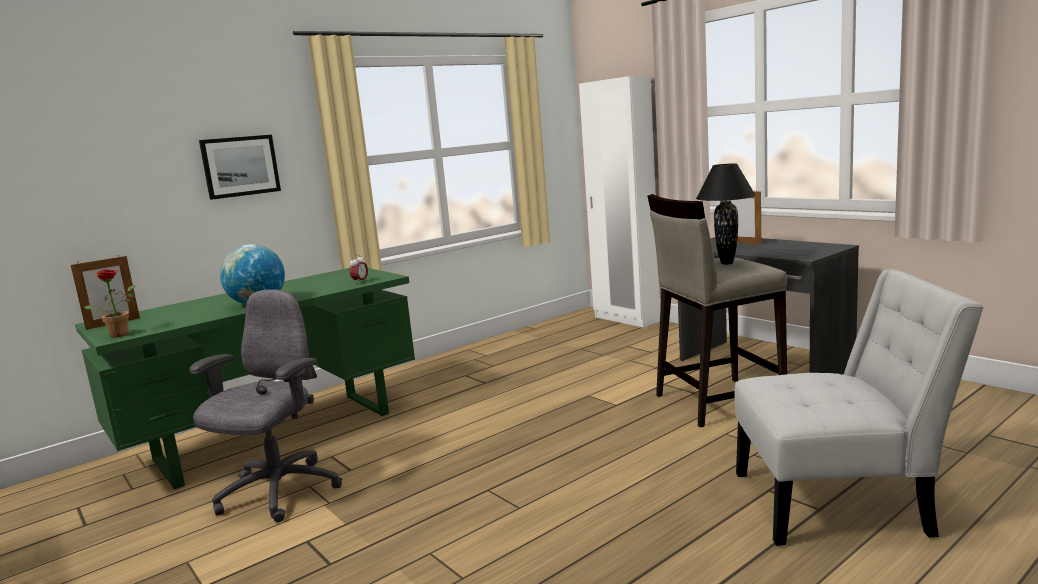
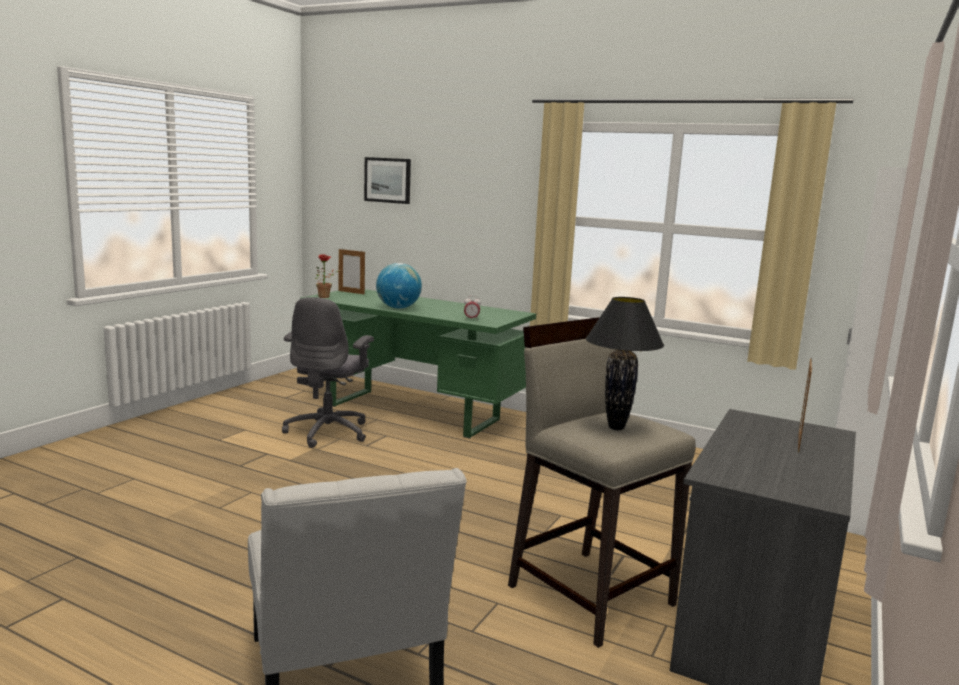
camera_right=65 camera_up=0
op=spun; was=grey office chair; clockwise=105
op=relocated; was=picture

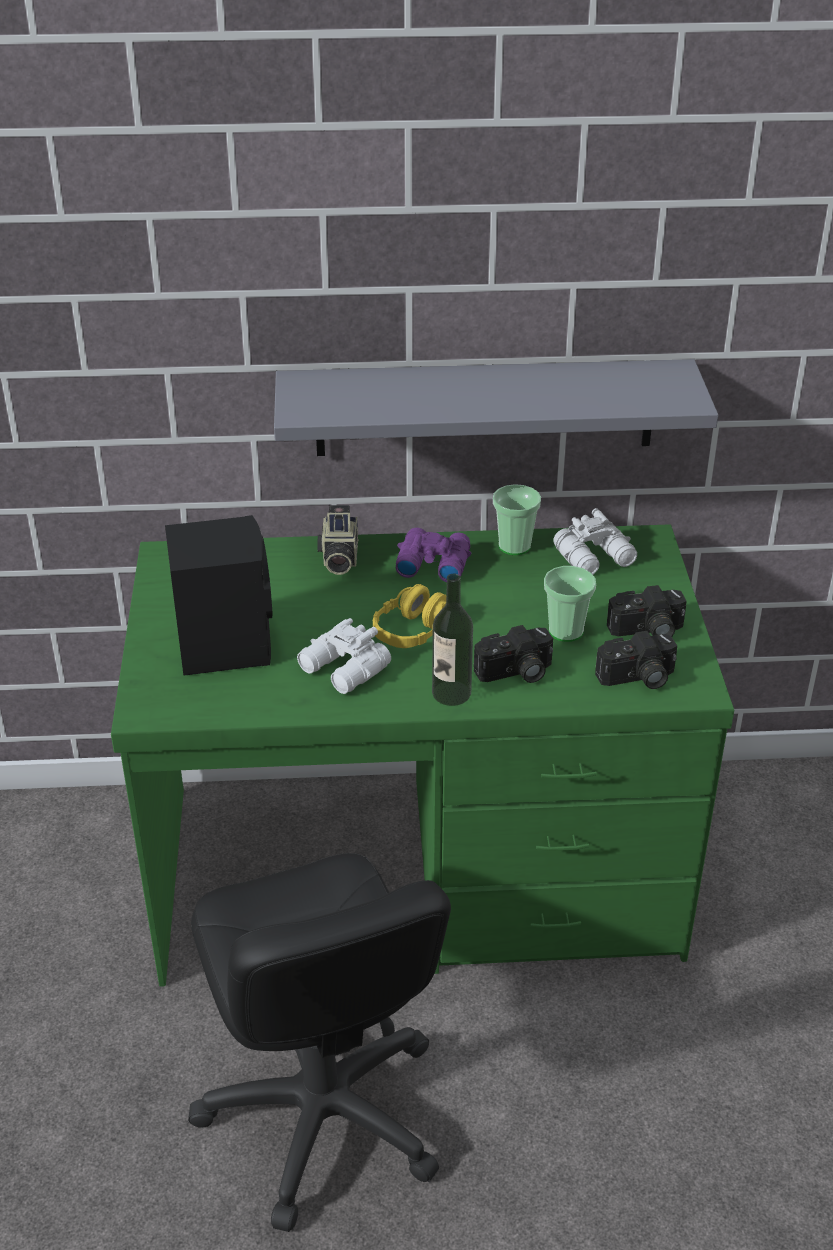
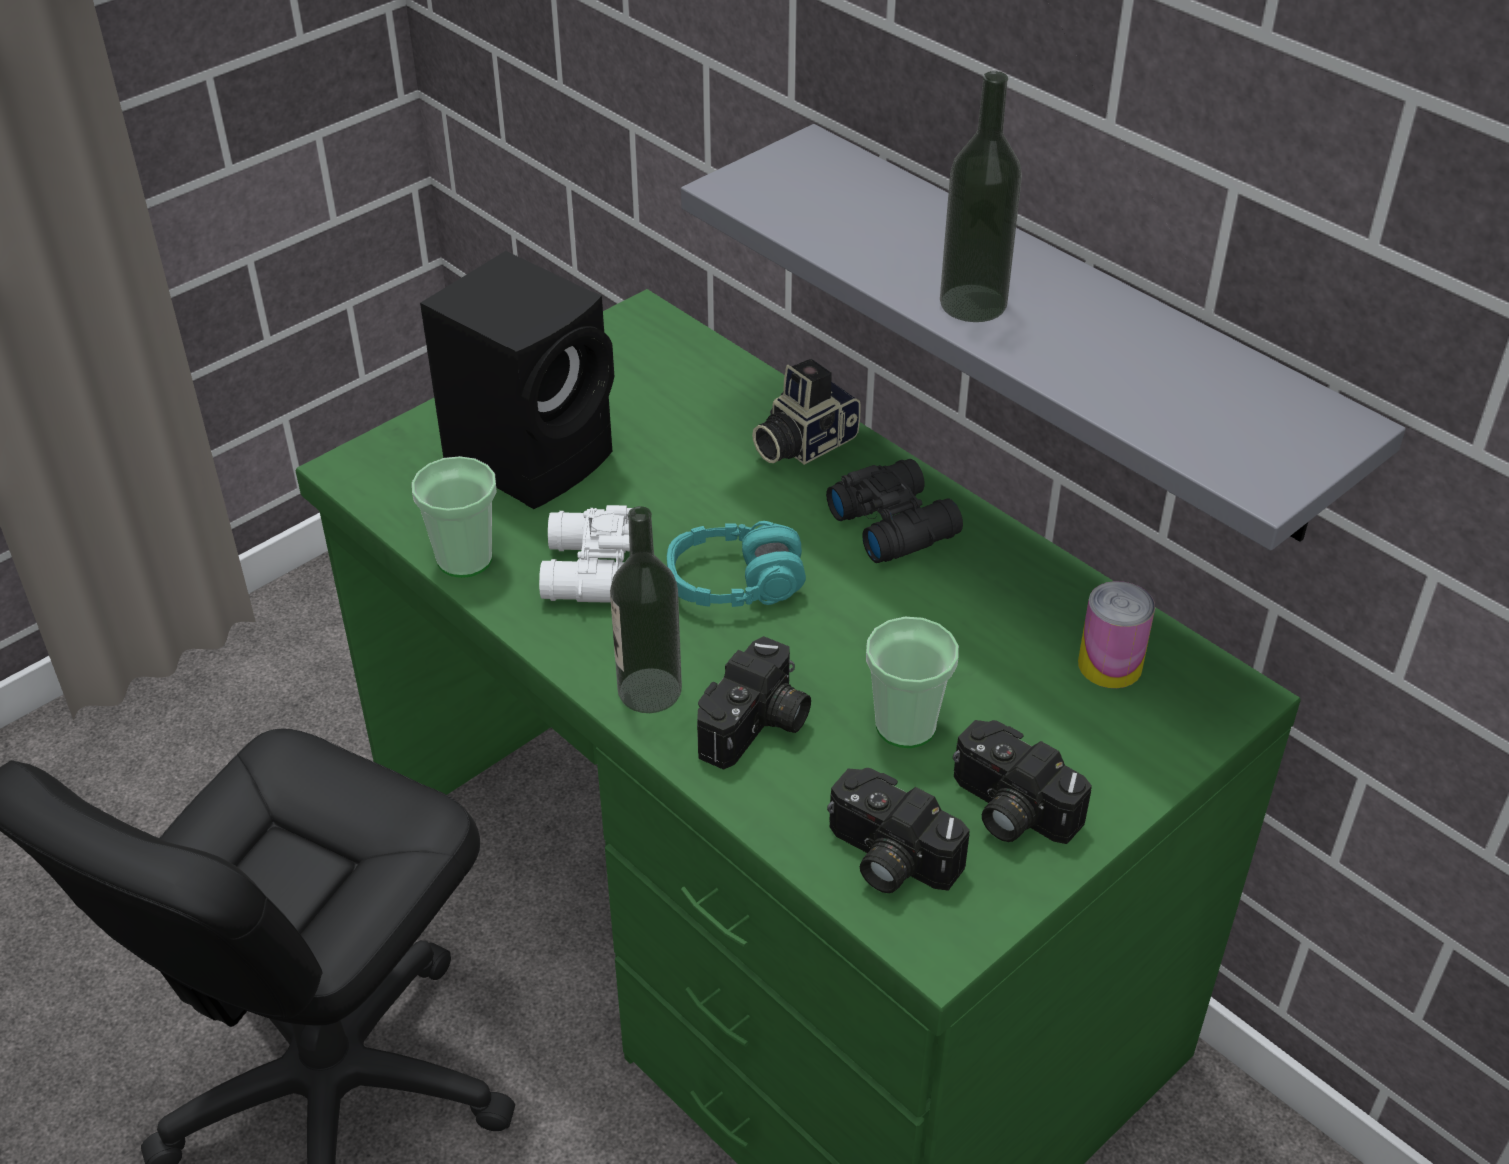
camera_right=50 camera_up=5
op=relocated; was=cup (no. 1 from left)
op=colour; was=yellow headphones; now=turquoise headphones
op=spun; was=photo camera (no. 2 from left in the first image); clockwise=-90
op=colour; was=purple binoculars; now=black binoculars
op=appeared; now=bottle (no. 2 from left)
op=exchanged; was=white binoculars (no. 2 from left); now=can

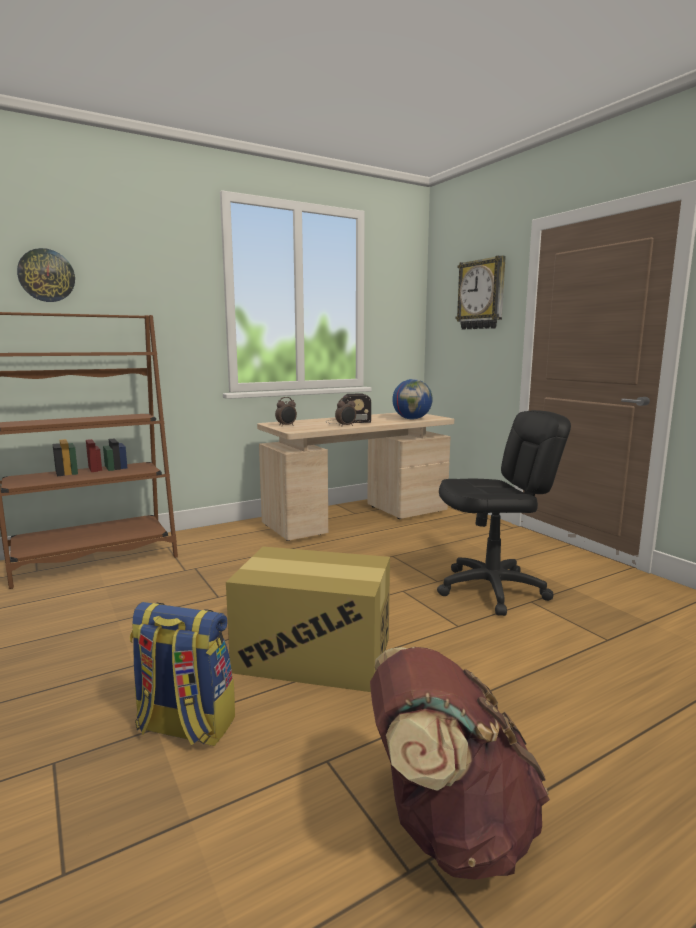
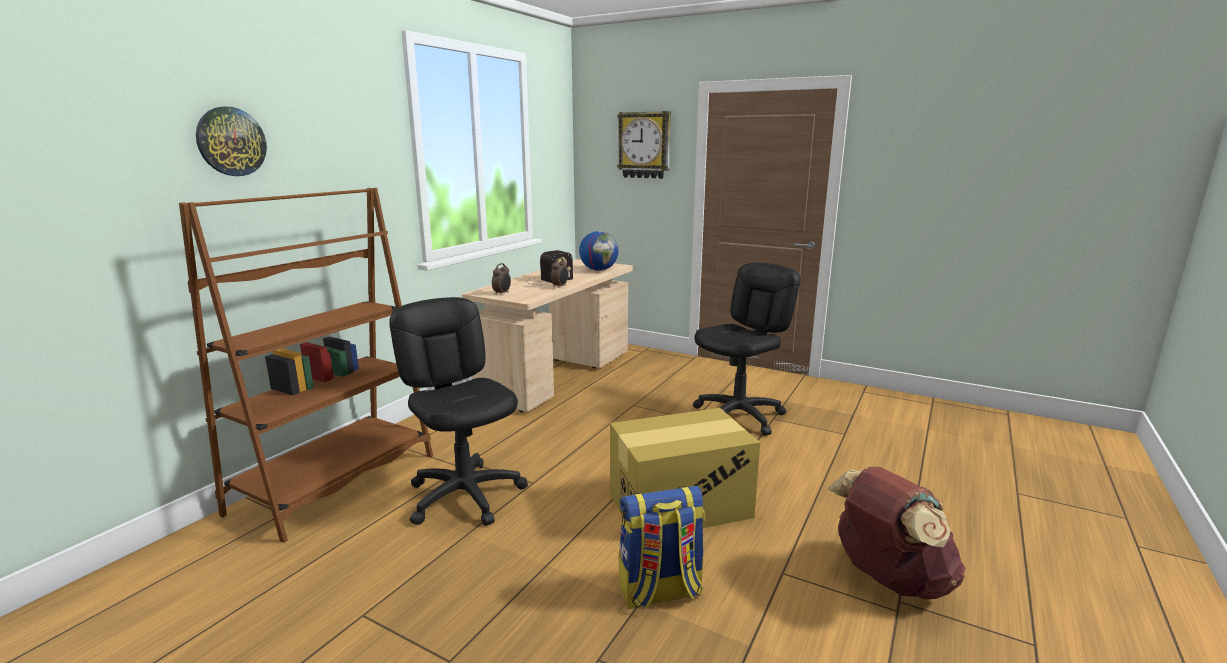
camera_right=-30 camera_up=5
op=appeared; now=black office chair (no. 1 from left)

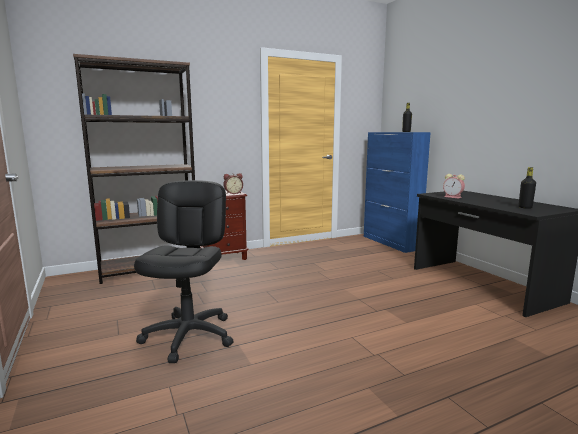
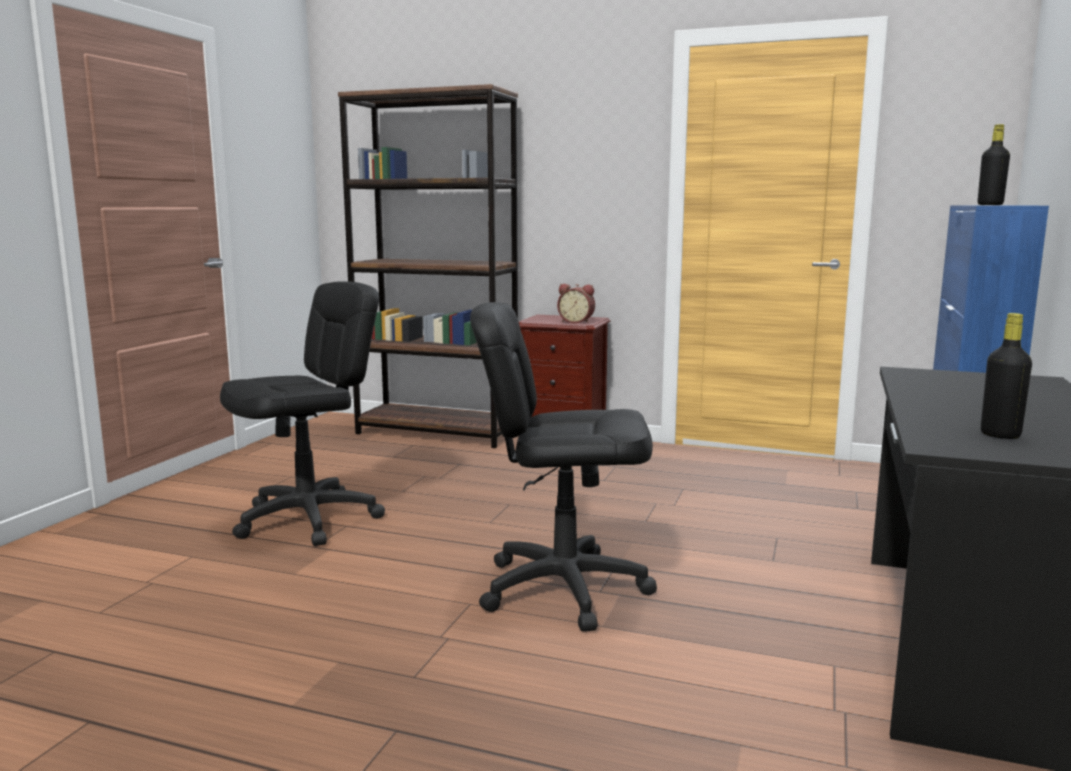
camera_right=45 camera_up=0
op=appeared; now=black office chair (no. 2 from left)
op=missing; was=alarm clock (no. 2 from left)

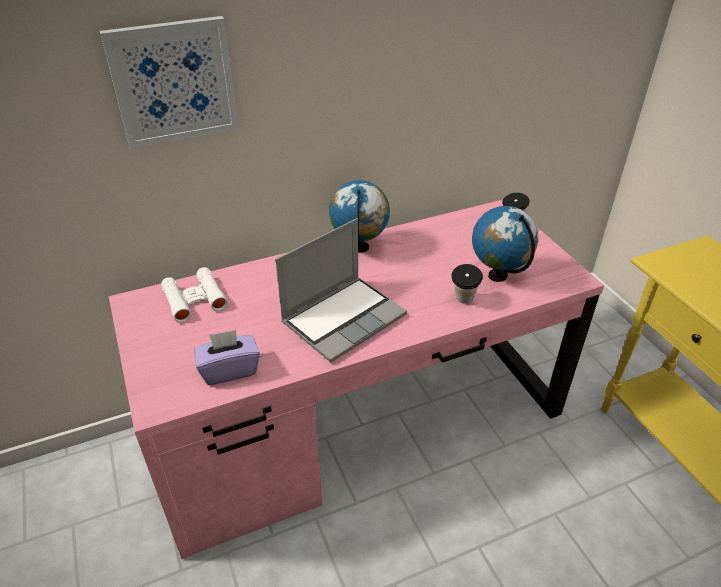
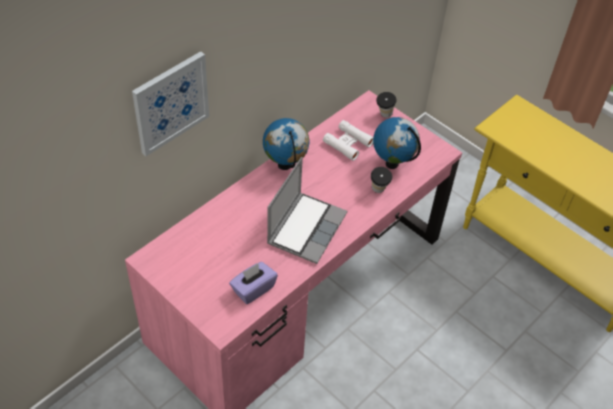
camera_right=-25 camera_up=10
op=relocated; was=white binoculars

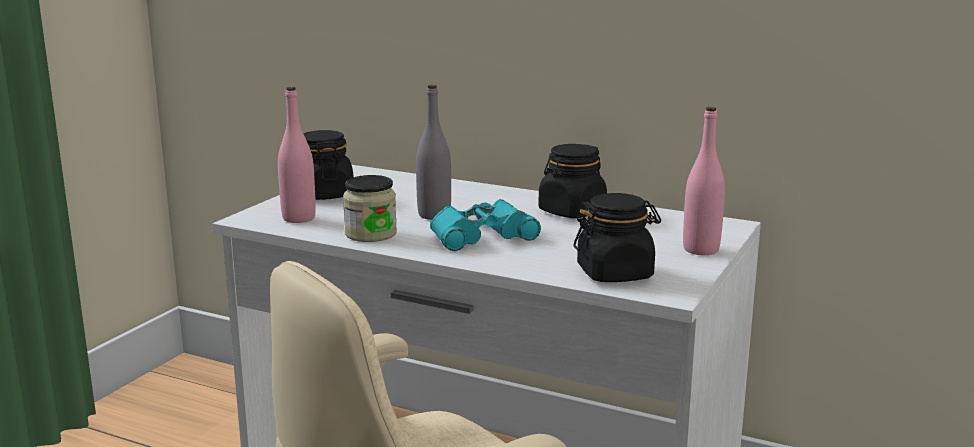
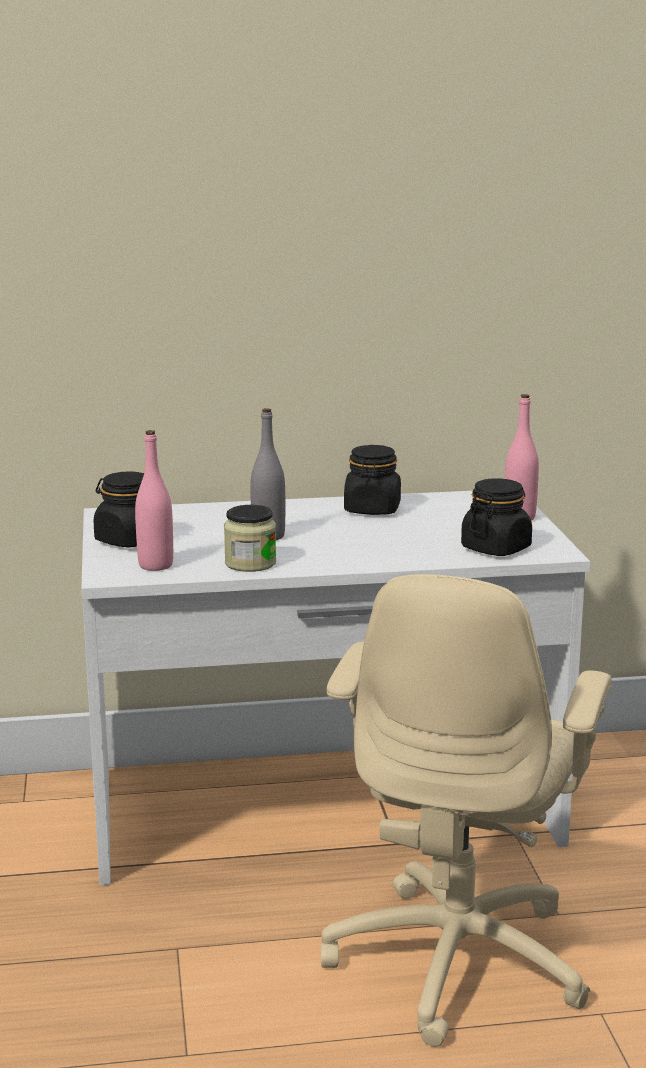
camera_right=-35 camera_up=0
op=missing; was=turquoise binoculars

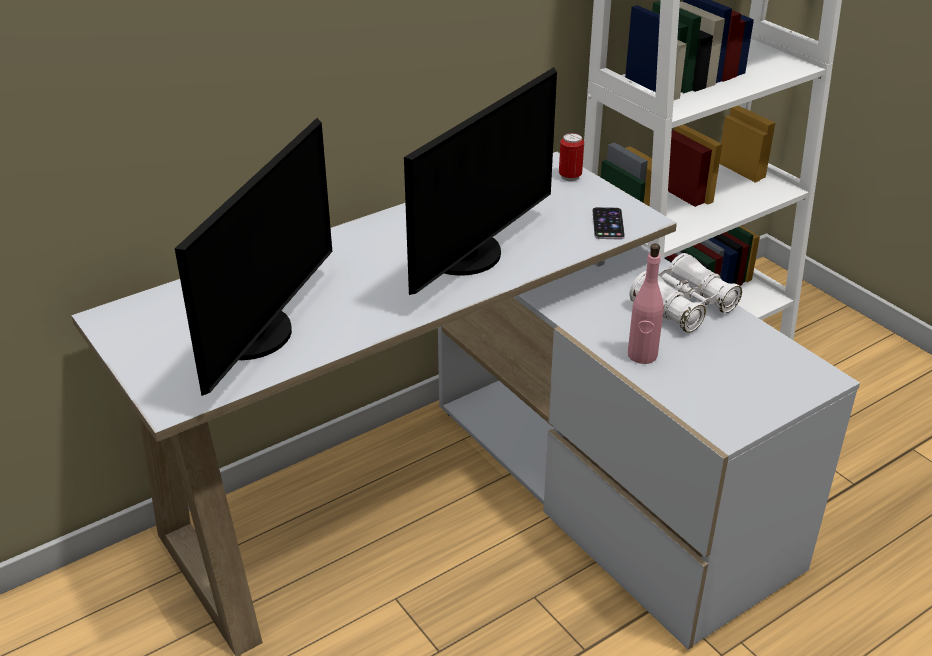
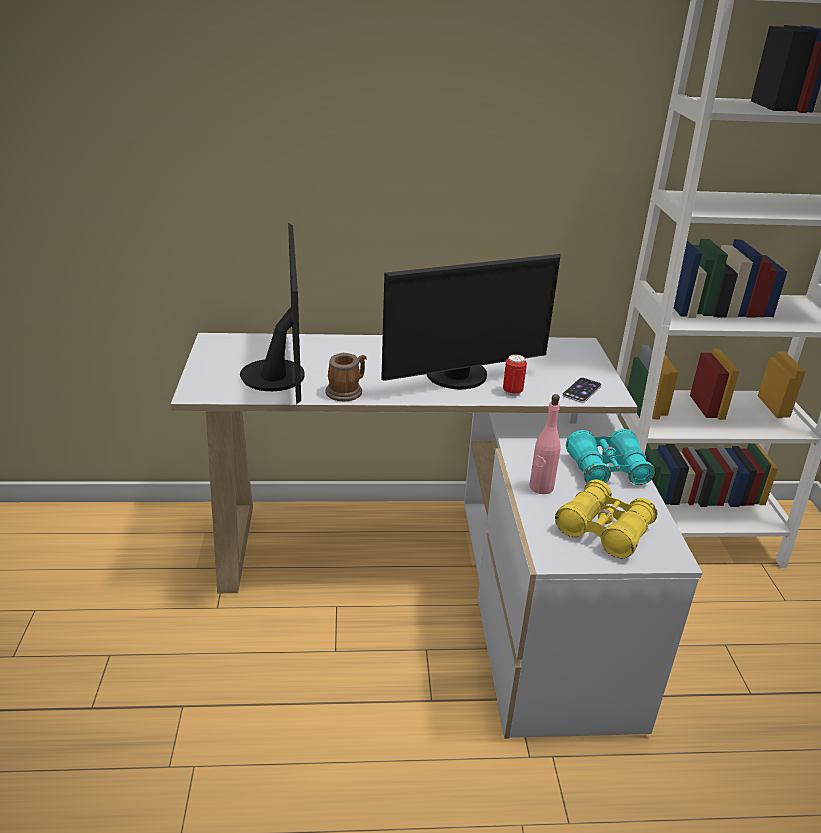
camera_right=30 camera_up=-5
op=spun; was=monitor (no. 1 from left); clockwise=-60
op=appeared; now=mug
op=relocated; was=can
op=appeared; now=yellow binoculars
op=colour; was=white binoculars; now=turquoise binoculars

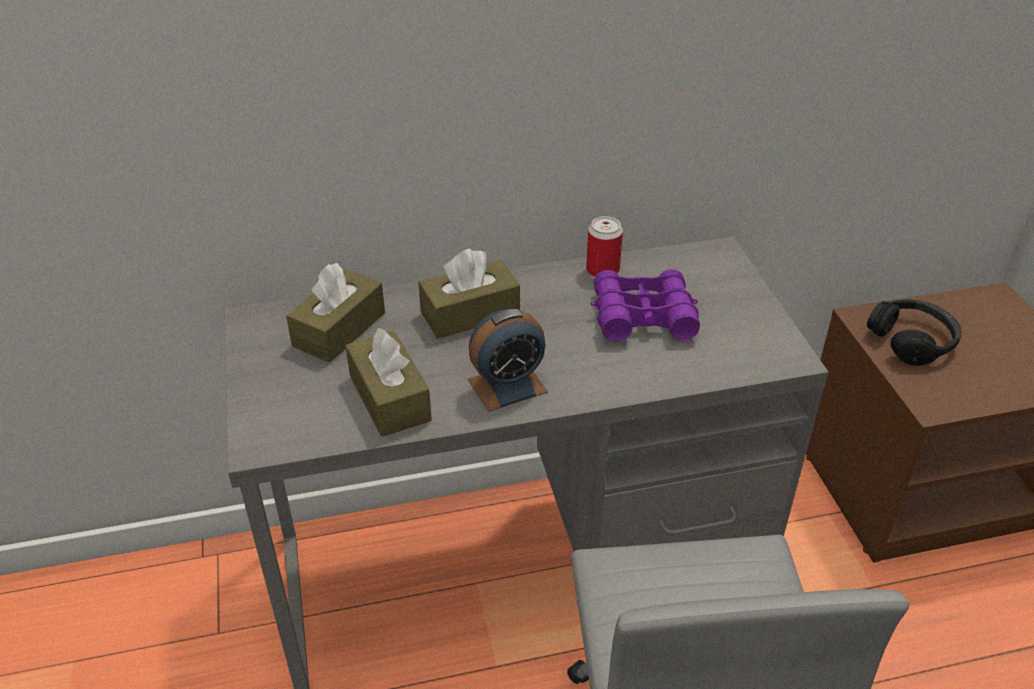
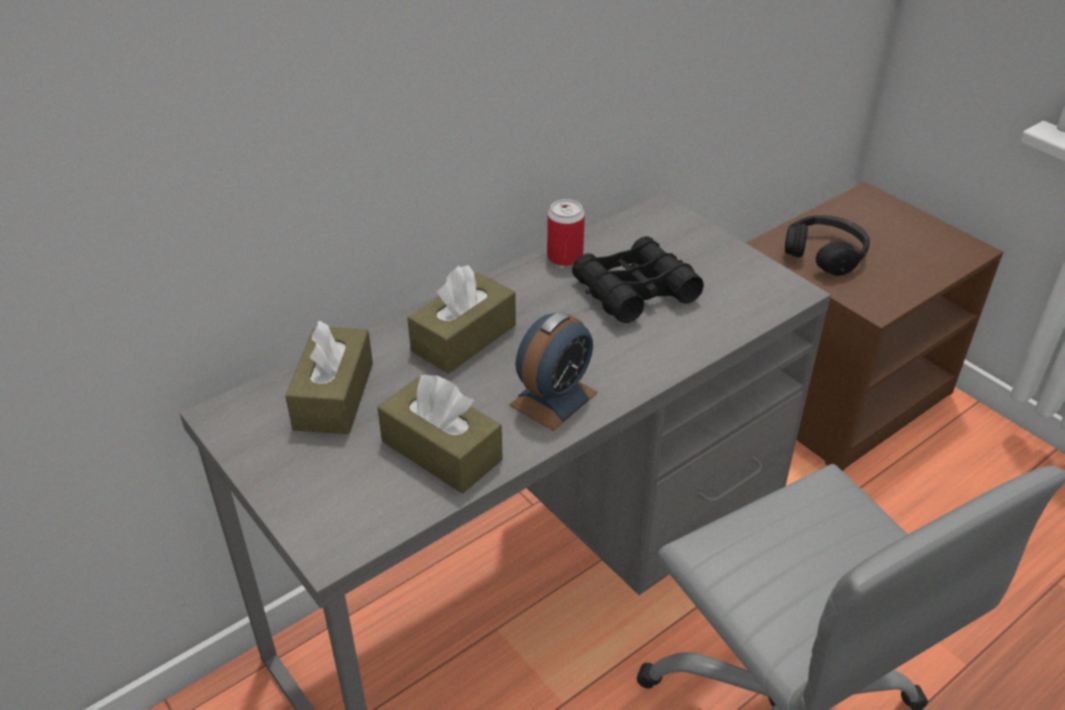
camera_right=-25 camera_up=0
op=colour; was=purple binoculars; now=black binoculars

